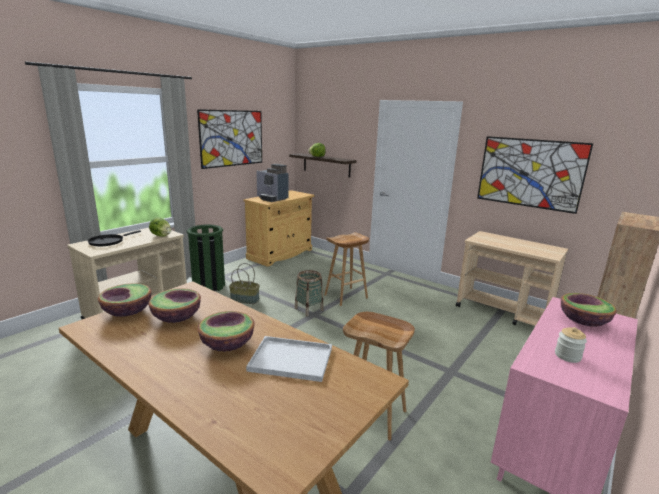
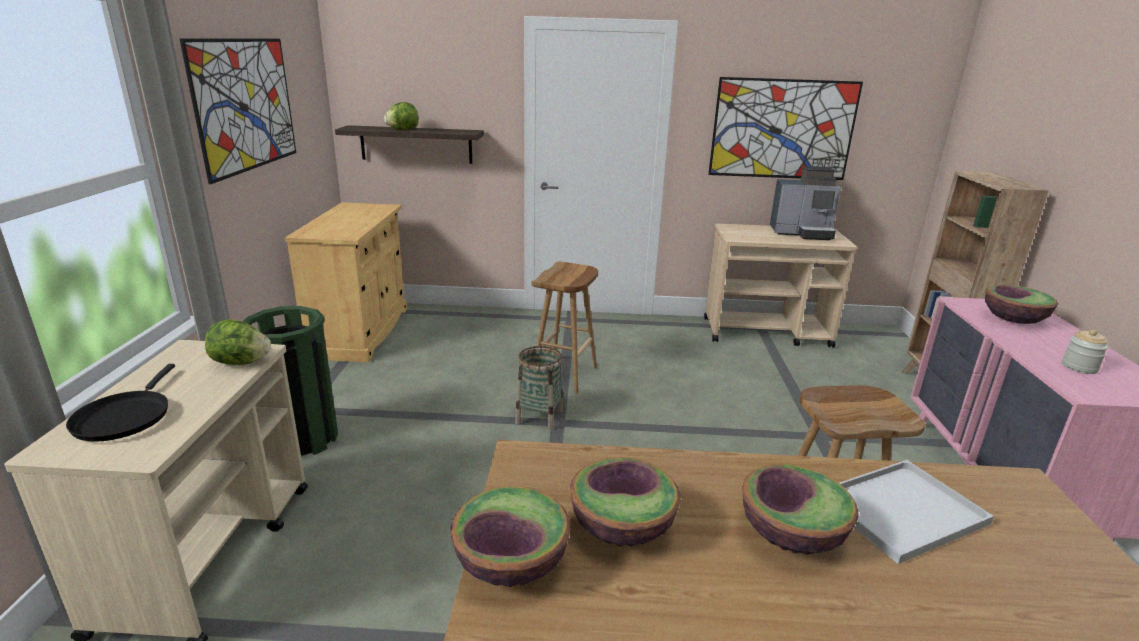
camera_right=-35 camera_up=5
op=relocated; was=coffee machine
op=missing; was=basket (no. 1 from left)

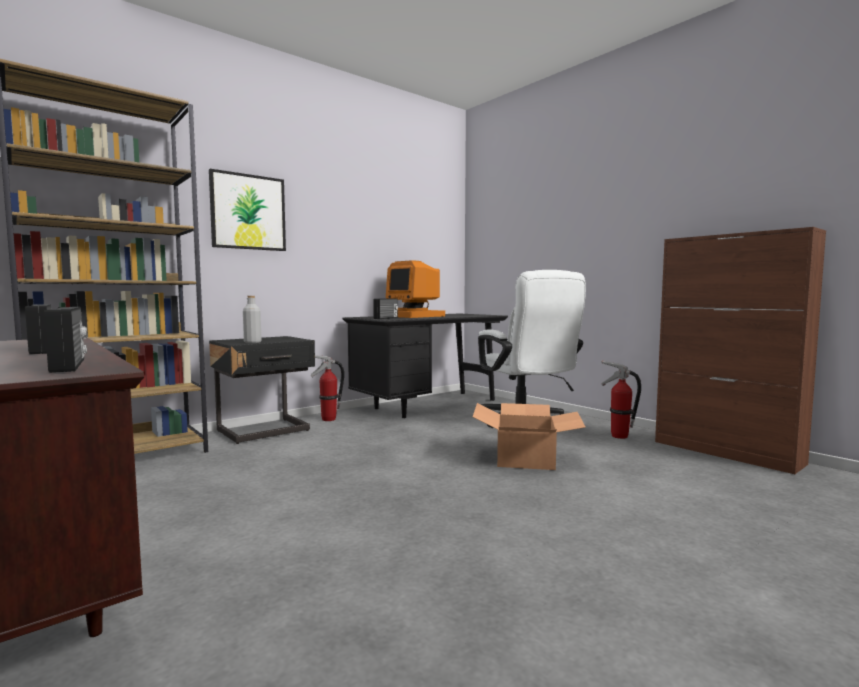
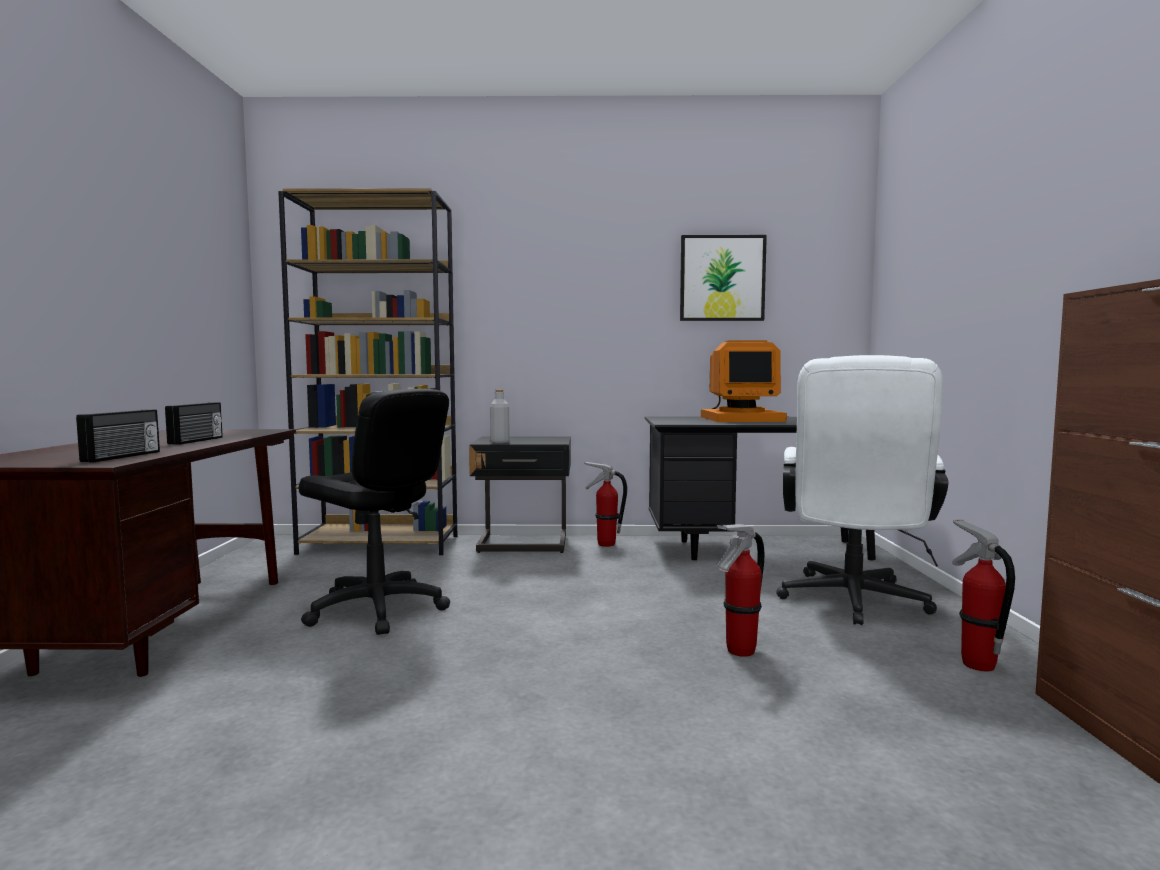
camera_right=40 camera_up=0
op=appeared; now=black office chair
op=relocated; was=picture
op=spun; was=monitor; clockwise=-90
op=exchanged; was=cardboard box; now=fire extinguisher (no. 2 from left)
op=missing; was=radio (no. 3 from left)

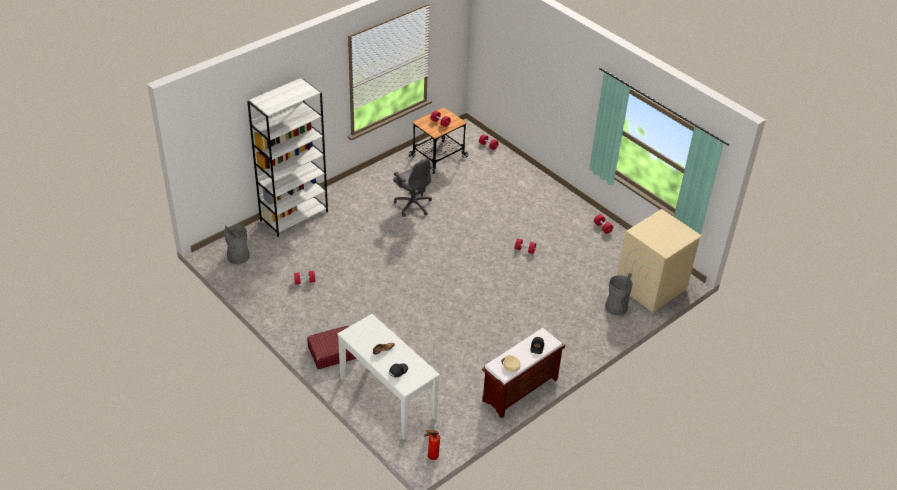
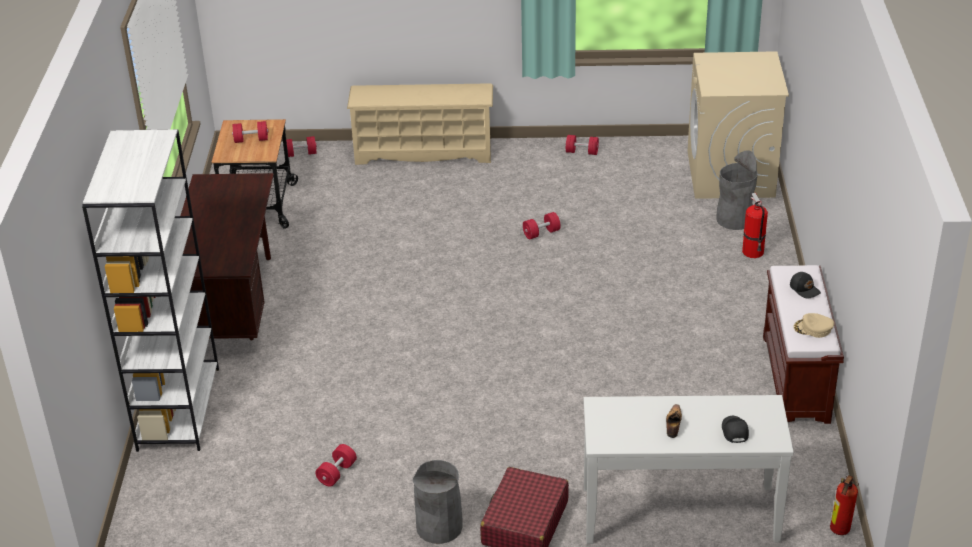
camera_right=-45 camera_up=-5
op=appeared; now=brown desk
op=appeared; now=beige shoe rack
op=relocated; was=grey trash can (no. 1 from left)
op=appeared; now=fire extinguisher (no. 1 from left)
op=missing; was=grey office chair

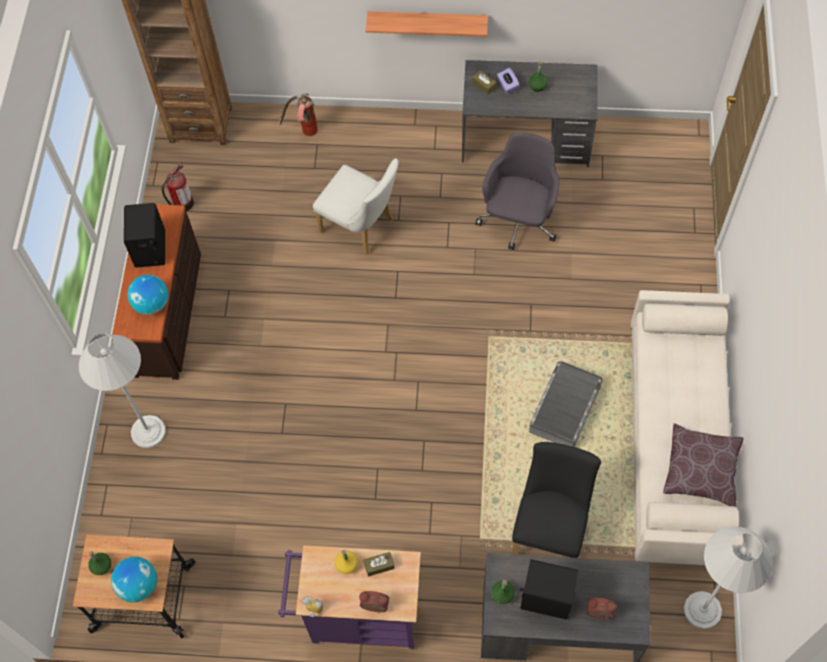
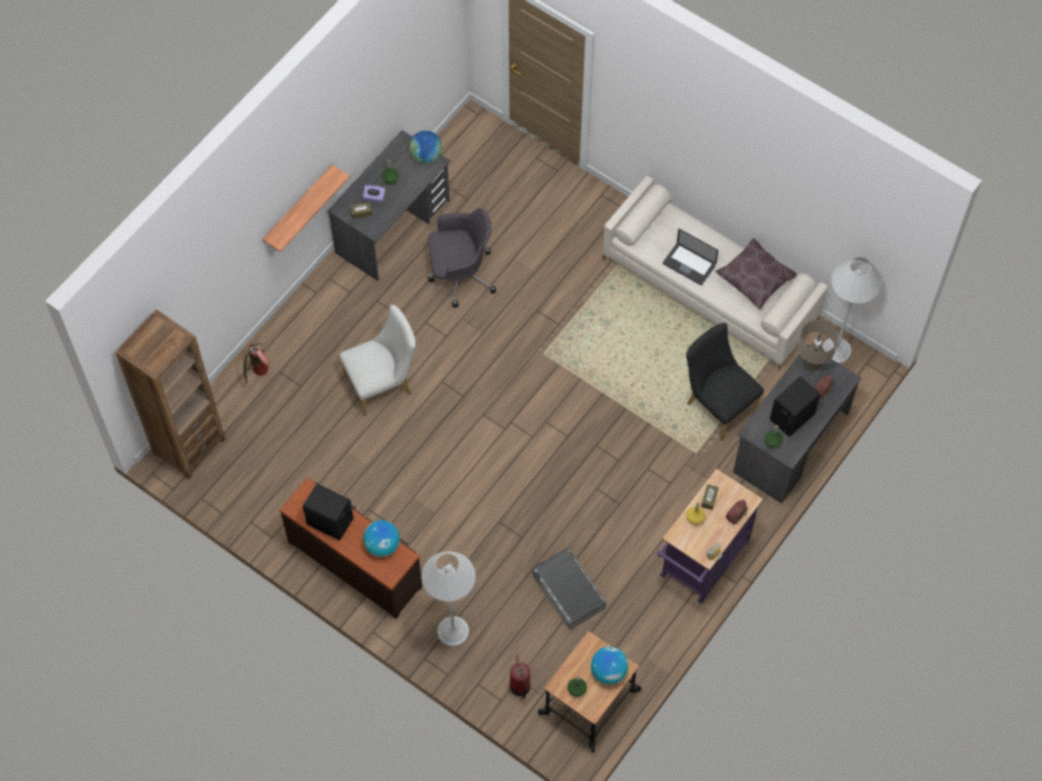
camera_right=-60 camera_up=0
op=appeared; now=globe (no. 2 from left)
op=spun; was=grey office chair; clockwise=120
op=relocated; was=fire extinguisher (no. 1 from left in the first image); now=fire extinguisher (no. 2 from left)
op=relocated; was=grey storage box
op=appeared; now=laptop
op=appeared; now=beige table lamp

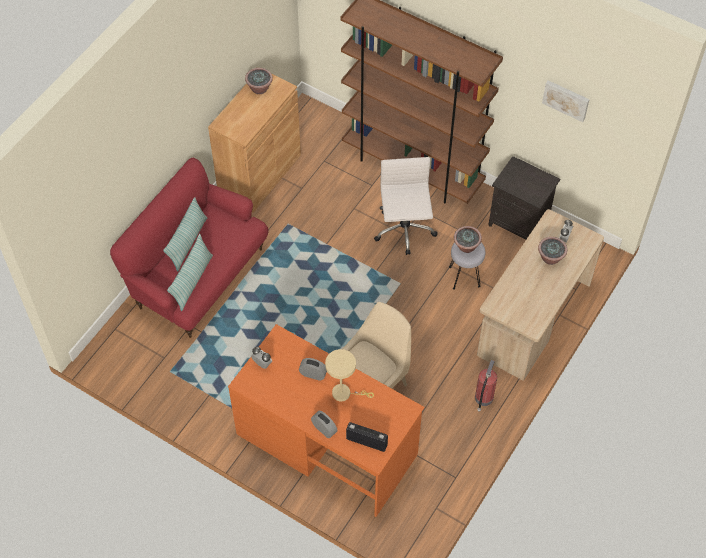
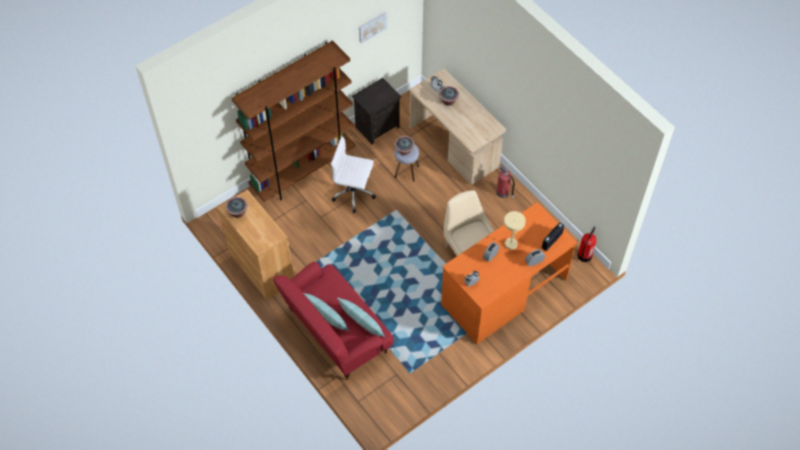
camera_right=-70 camera_up=0
op=appeared; now=fire extinguisher (no. 2 from left)

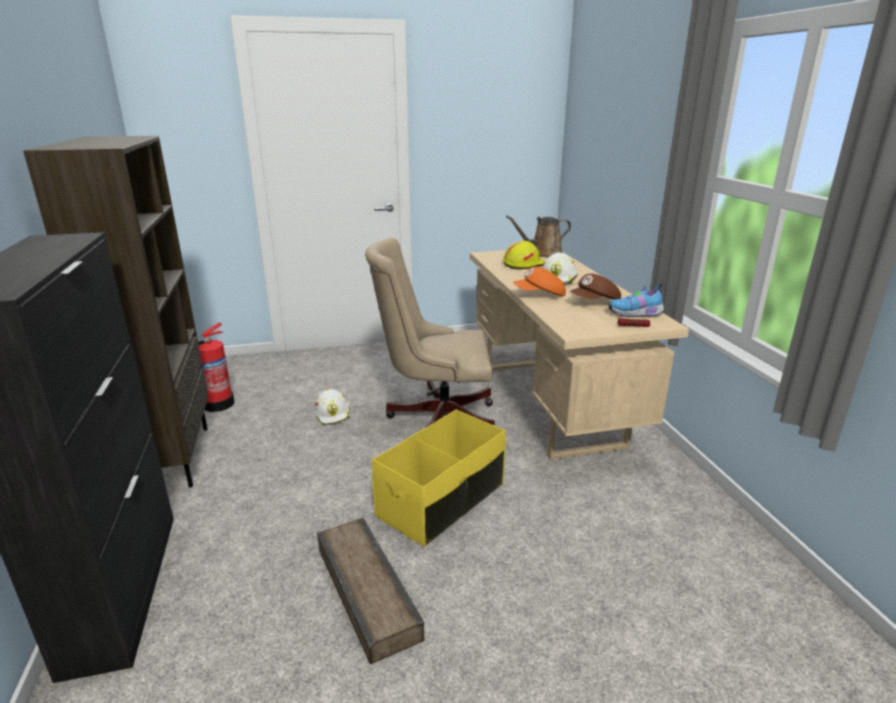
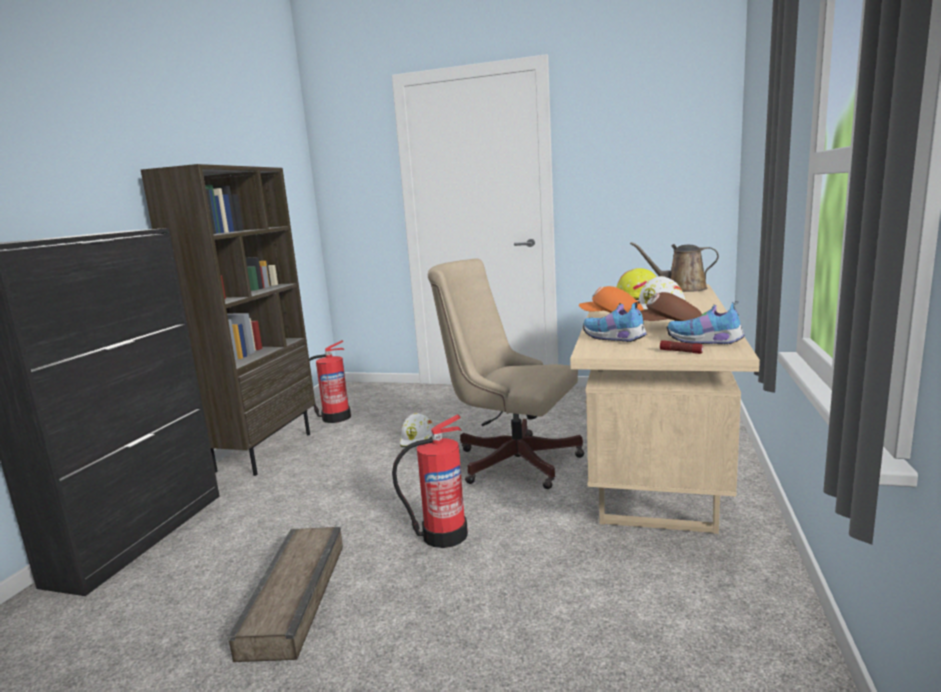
camera_right=30 camera_up=-10
op=exchanged; was=yellow storage box; now=fire extinguisher (no. 2 from left)
op=appeared; now=shoe (no. 1 from left)

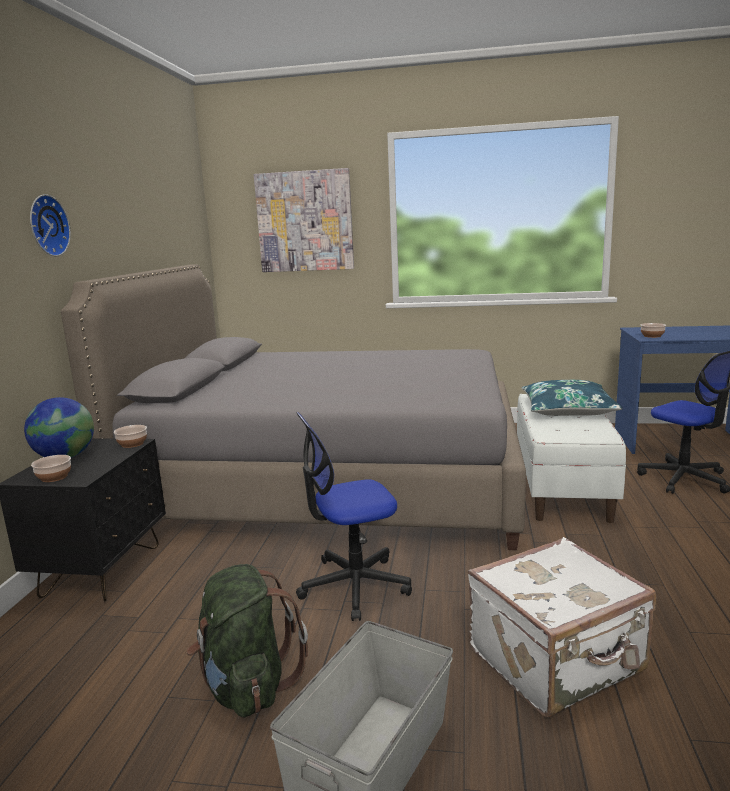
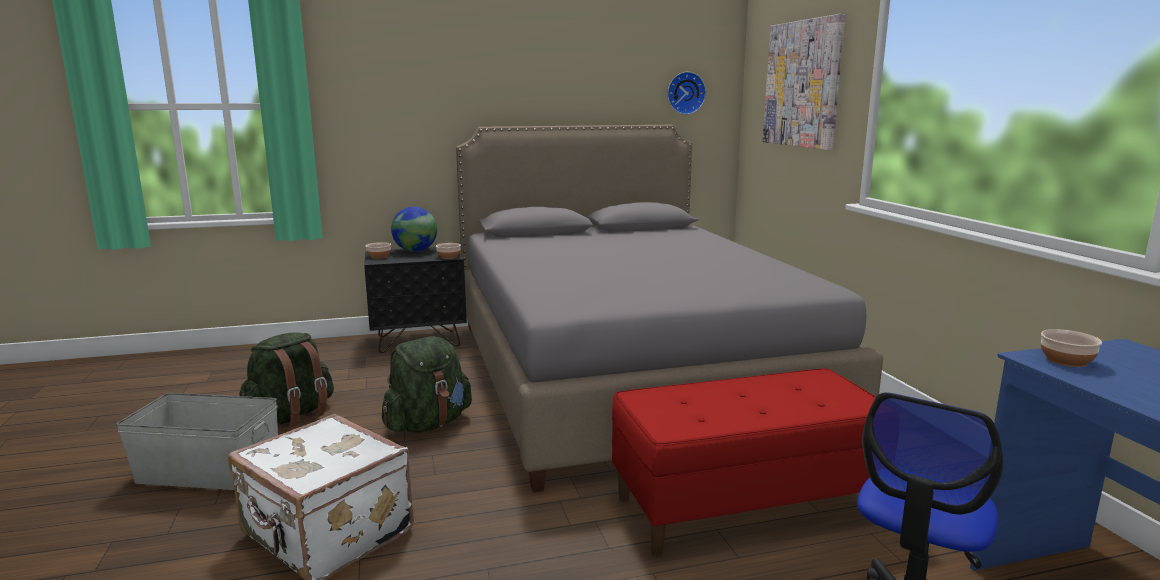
camera_right=65 camera_up=0
op=exchanged; was=office chair (no. 1 from left); now=green backpack (no. 2 from left)
op=colour; was=white bench; now=red bench
op=relocated; was=wall clock
op=missing; was=blue pillow

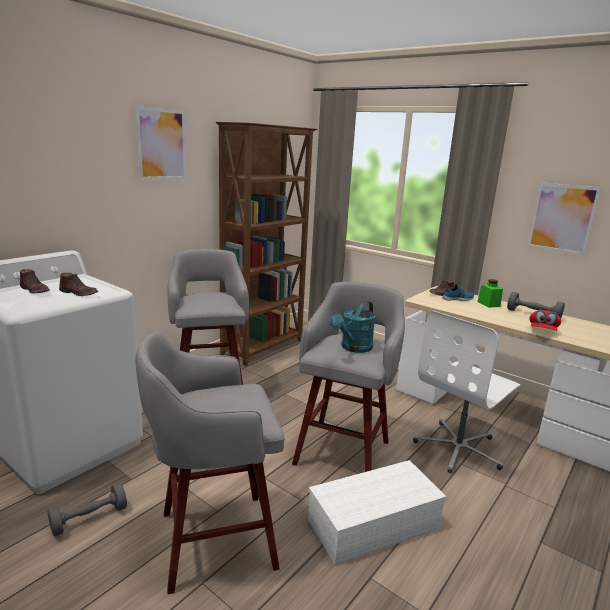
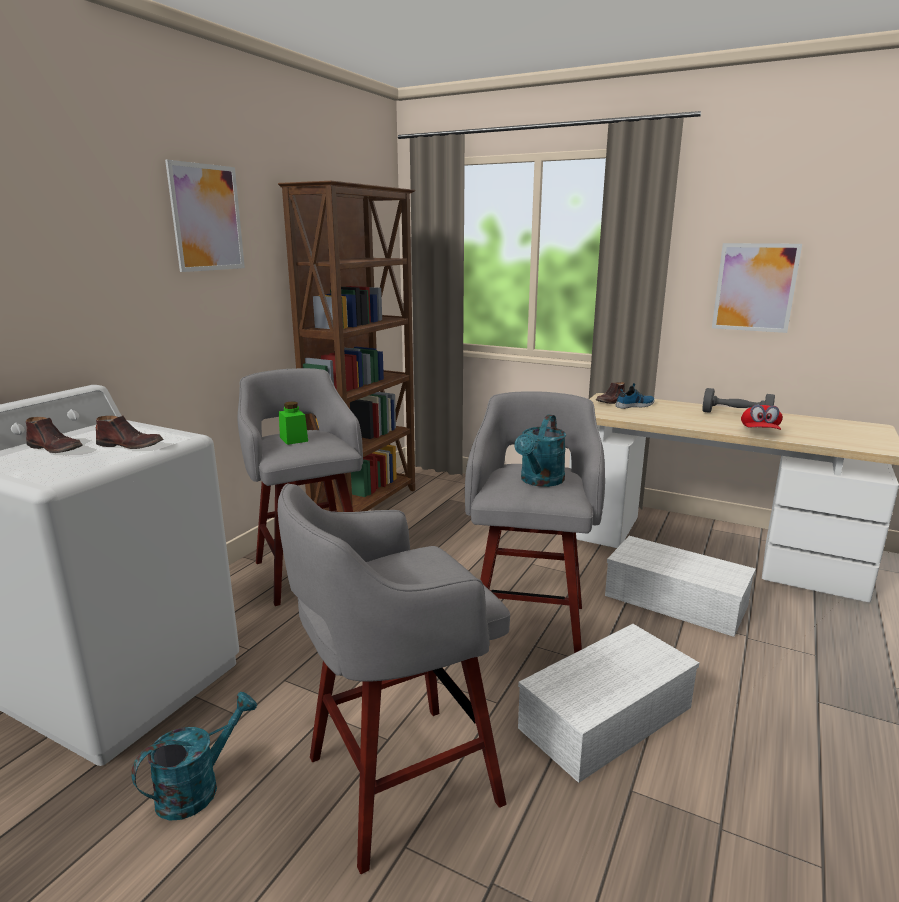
camera_right=-10 camera_up=0
op=exchanged; was=grey dumbbell (no. 1 from left); now=turquoise watering can (no. 1 from left)
op=relocated; was=green jar
op=exchanged; was=white office chair; now=white storage box (no. 2 from left)

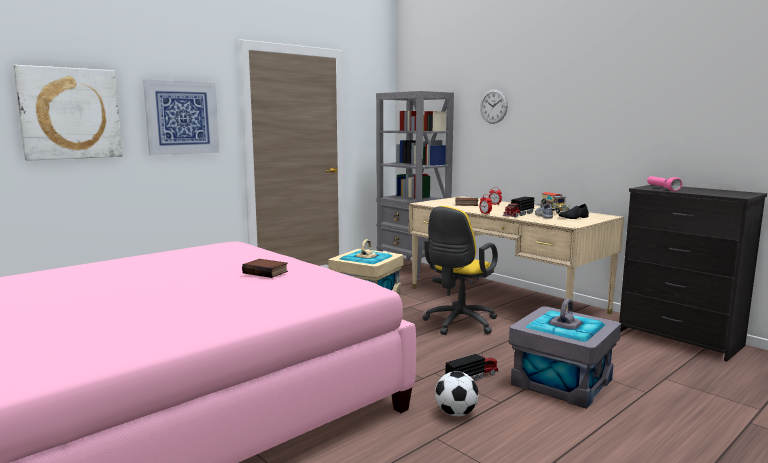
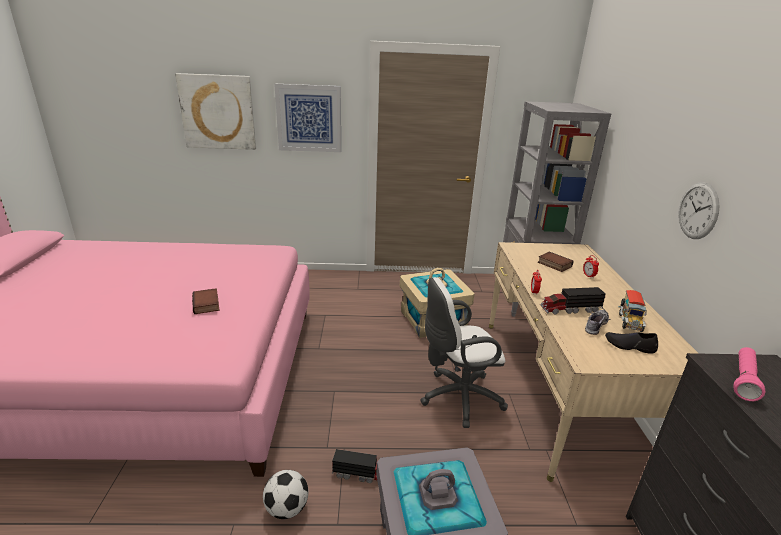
camera_right=40 camera_up=15
op=colour; was=yellow office chair; now=white office chair
op=relocated; was=wall clock

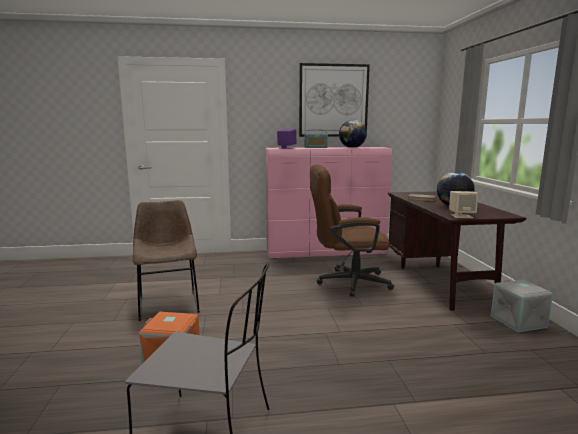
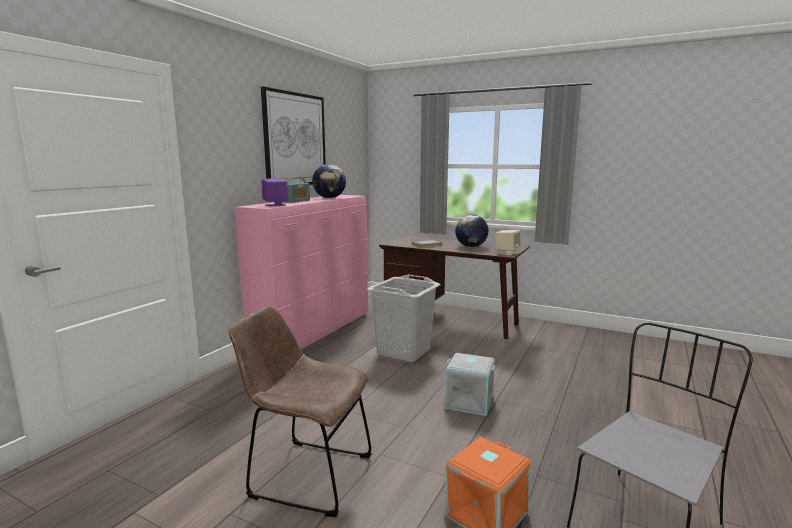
camera_right=-55 camera_up=0
op=exchanged; was=brown office chair; now=grey laundry basket
op=relocated; was=grey storage box

